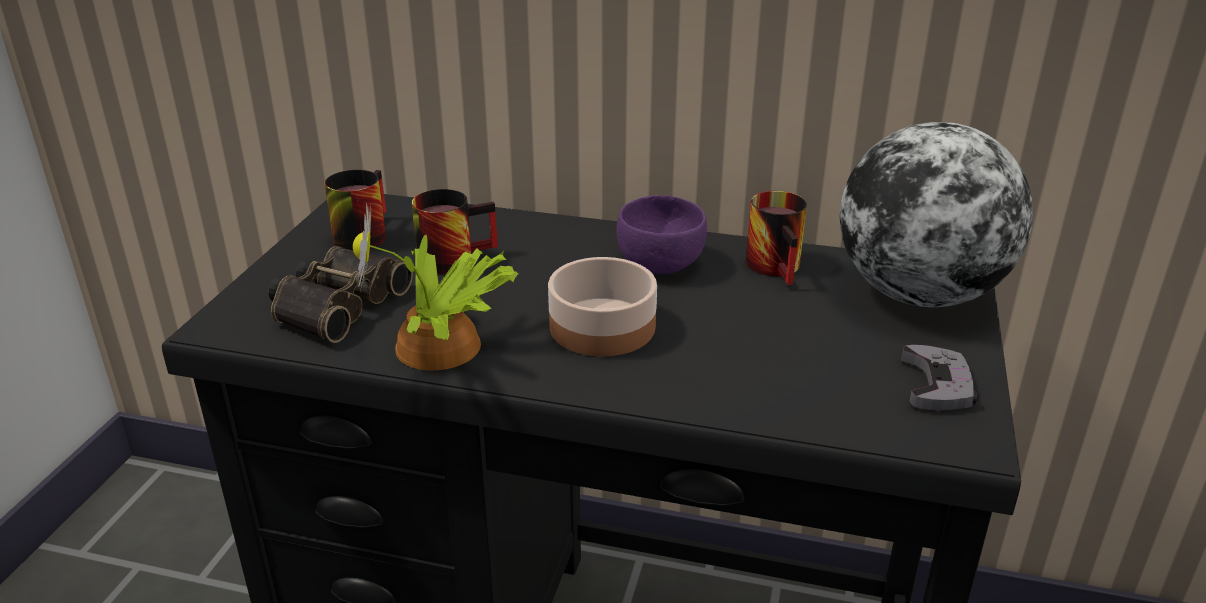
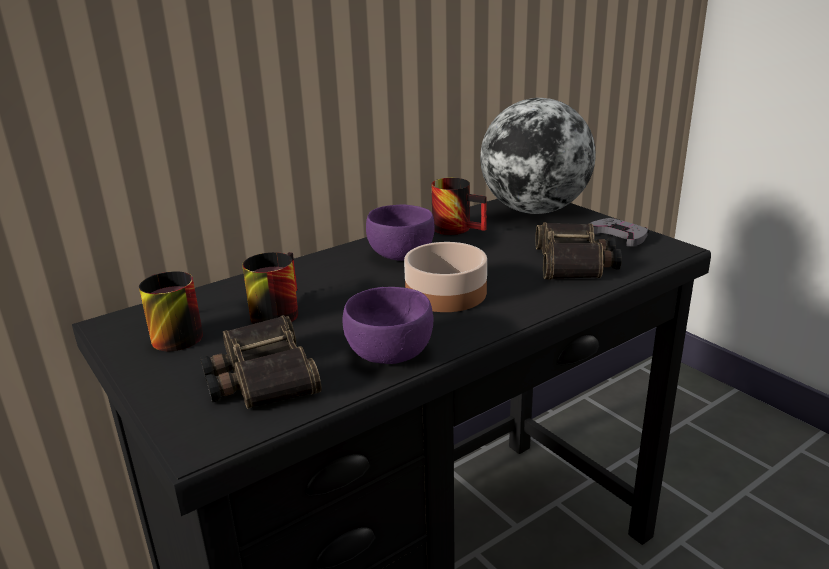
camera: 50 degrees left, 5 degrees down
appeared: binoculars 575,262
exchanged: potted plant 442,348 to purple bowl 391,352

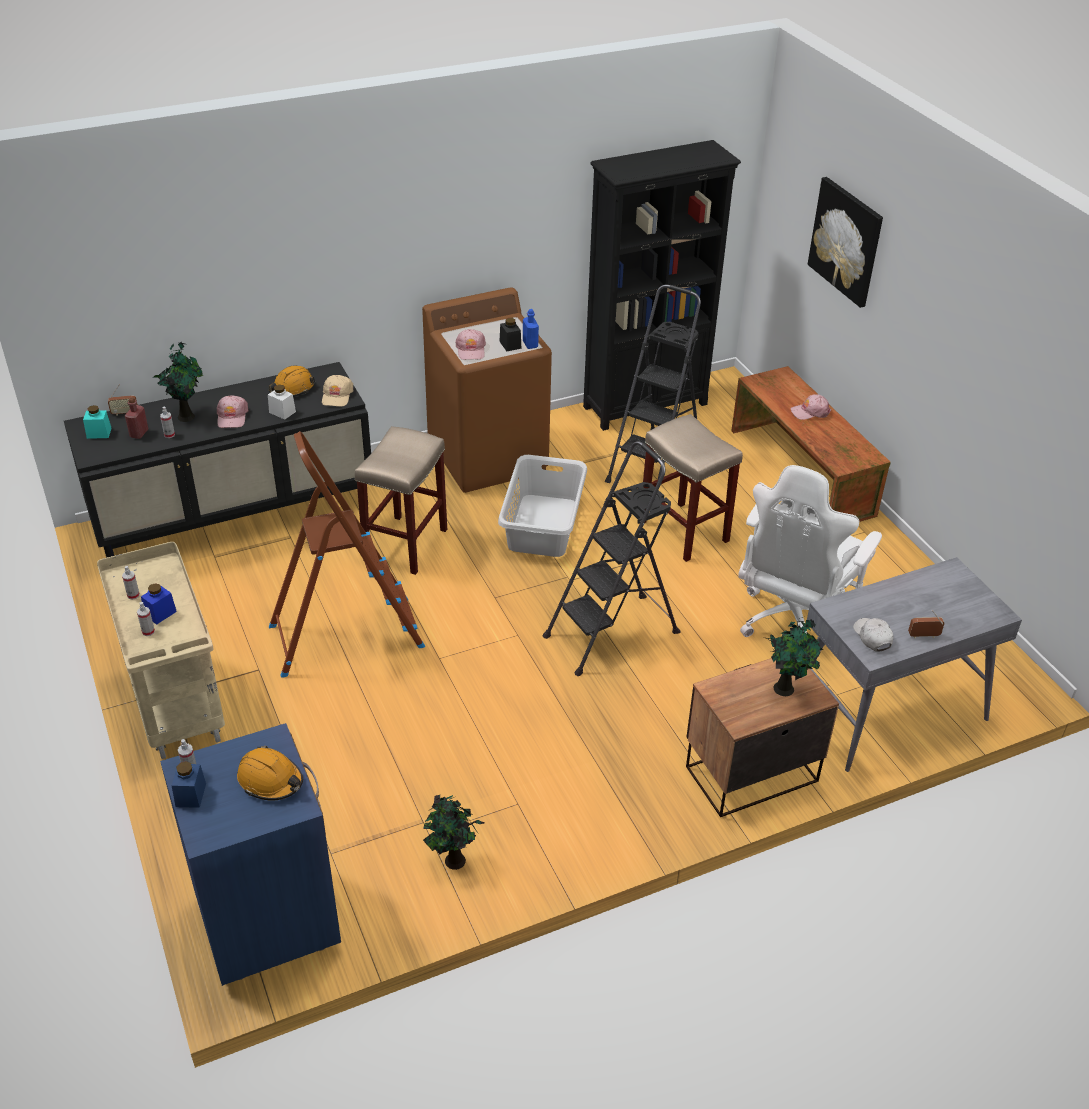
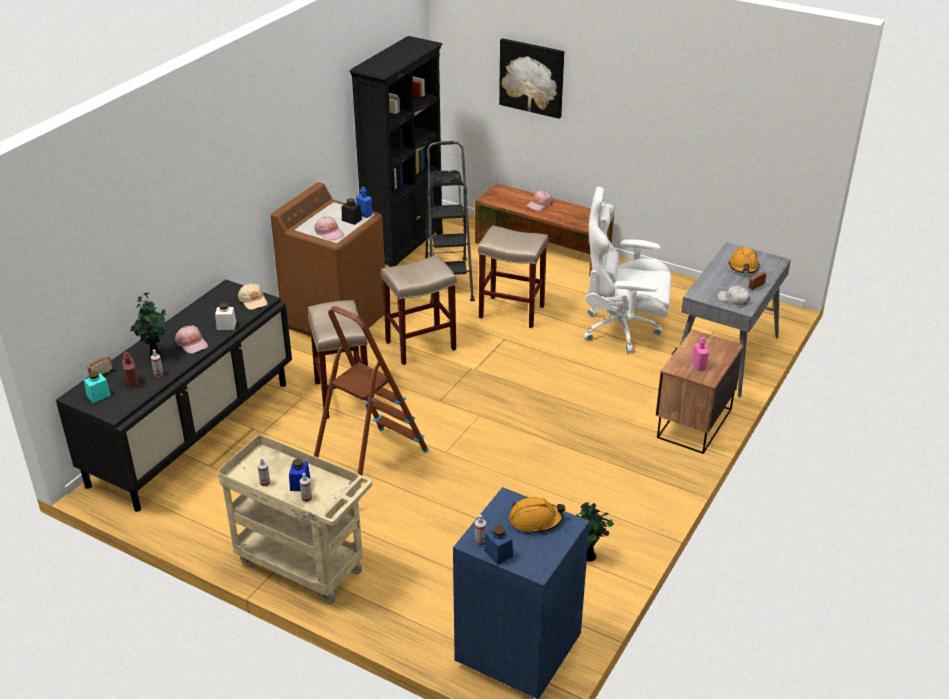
camera: 35 degrees left, 5 degrees down
missing: step ladder 613,633; potted plant 785,688
appeared: pink bottle 698,366
relocated: orange hard hat 292,389 to 743,266
exchanged: grey laundry basket 544,525 to beige stool 421,345
spun: white office chair 793,616 = 625,330 105 degrees clockwise

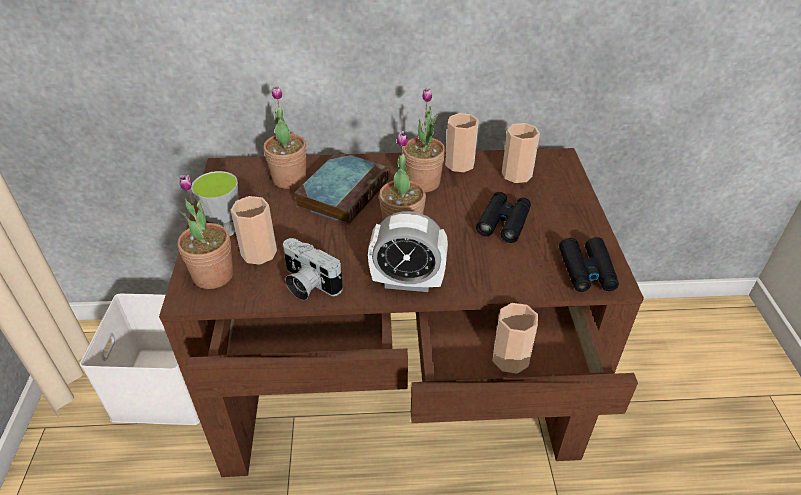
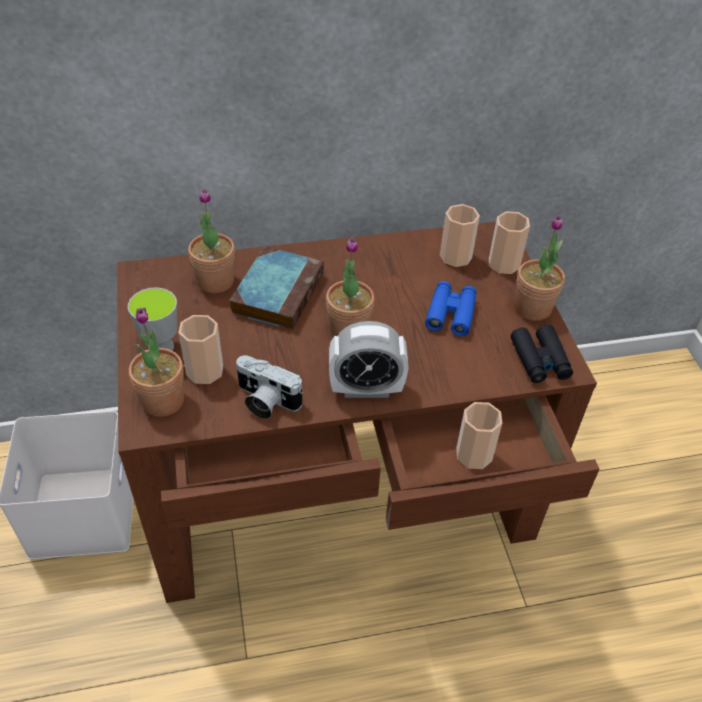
camera: 10 degrees left, 5 degrees up
relocated: potted plant 422,182 to 532,308; cup 459,164 to 504,264
colour: black binoculars 503,222 to blue binoculars 451,313

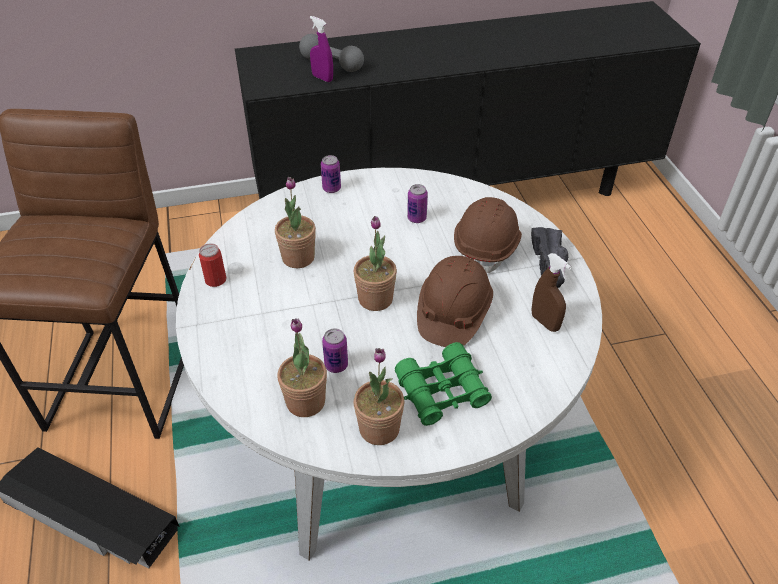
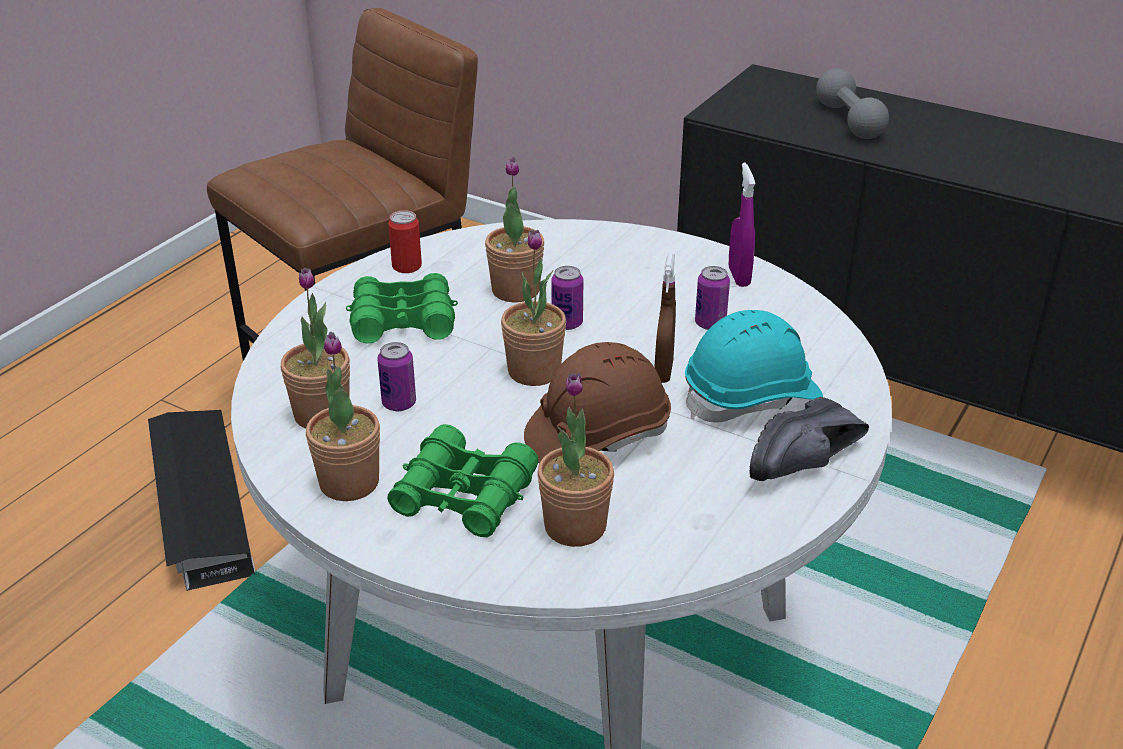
camera: 45 degrees right, 10 degrees down
appeared: green binoculars 403,321; potted plant 575,527
relocated: purple spray bottle 322,78 to 739,277; can 331,188 to 567,323; brown spray bottle 545,322 to 663,371
colour: brown hard hat 487,247 to turquoise hard hat 752,398

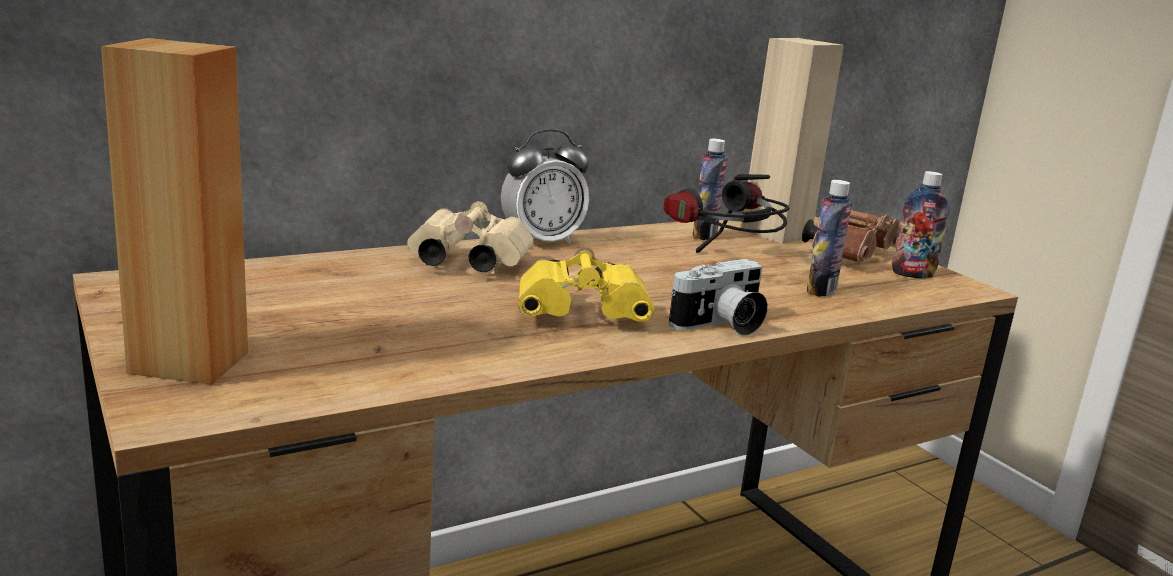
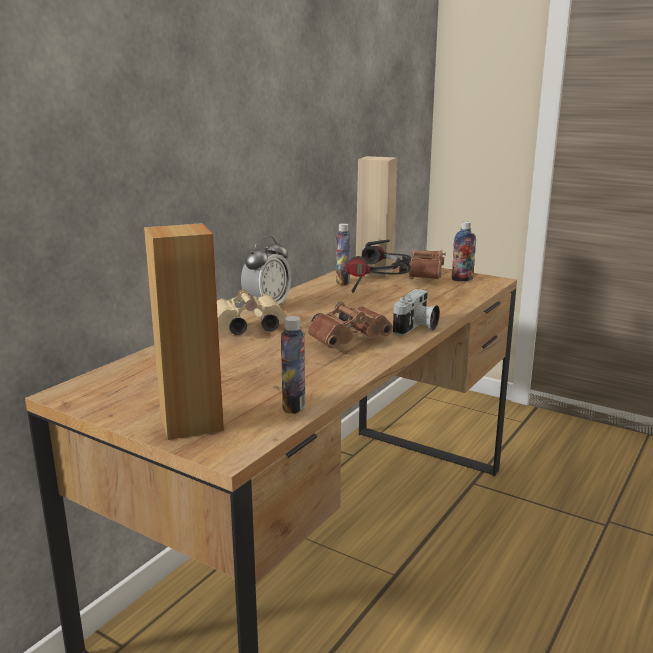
camera: 25 degrees left, 0 degrees up
relocated: bottle 821,290 to 294,406
colour: yellow binoculars 586,315 to brown binoculars 349,340

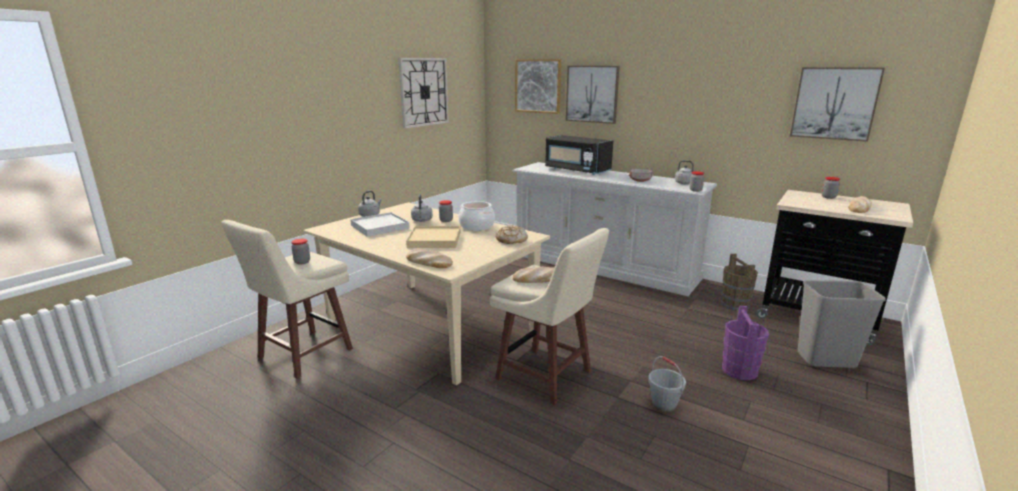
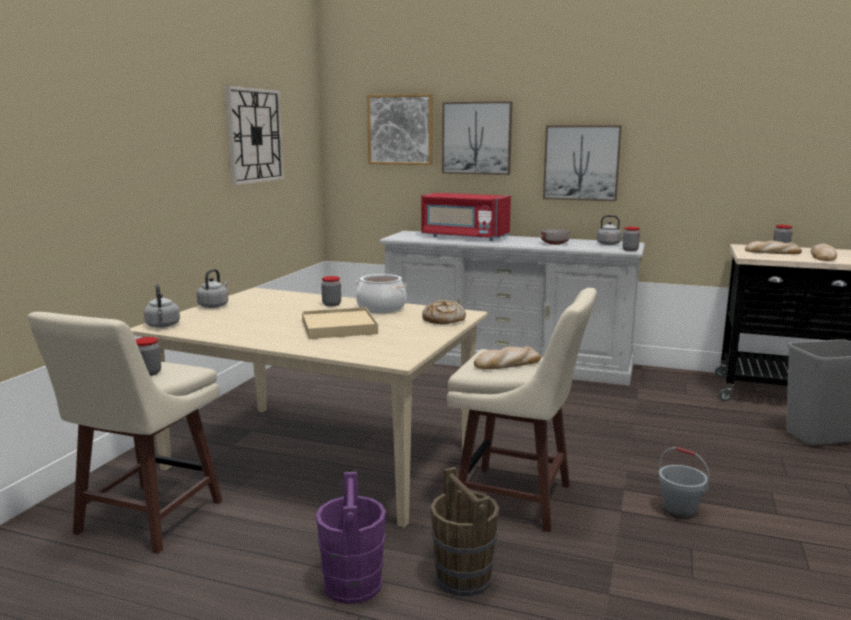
camera: 15 degrees left, 5 degrees down
missing: white tray 380,227
relocated: bread 428,262 to 772,252; grey kettle 422,220 to 163,326; brown bucket 735,304 to 463,578; purple bucket 739,370 to 352,585; picture 834,103 to 581,163
colour: black microwave 576,170 to red microwave 464,237

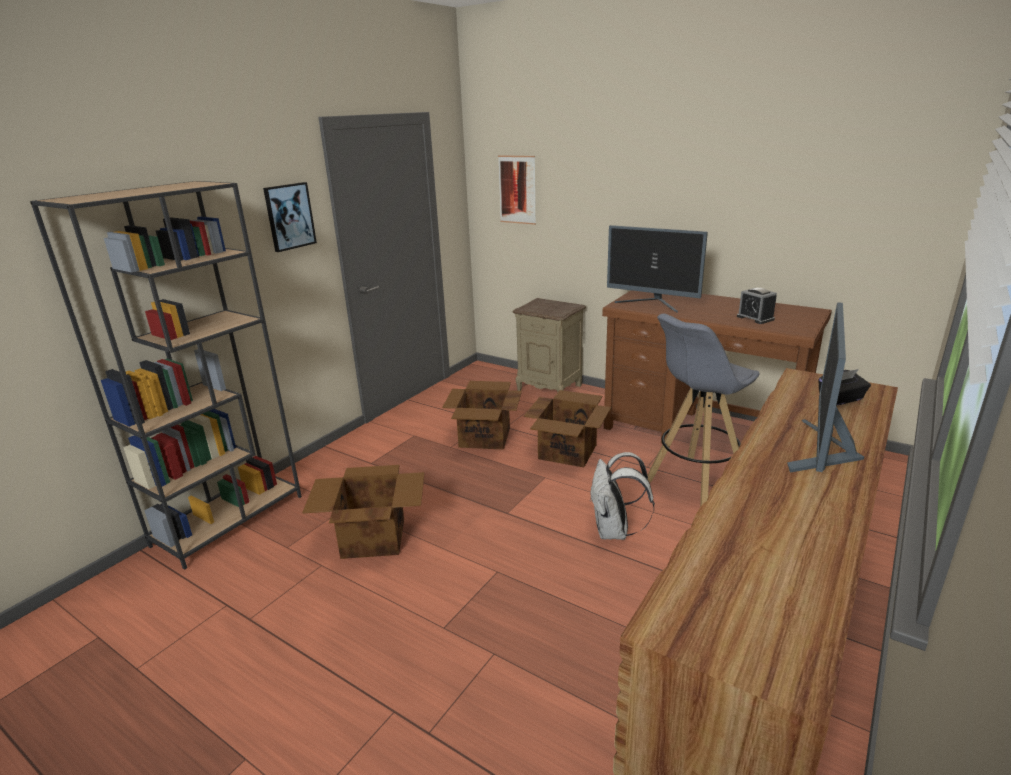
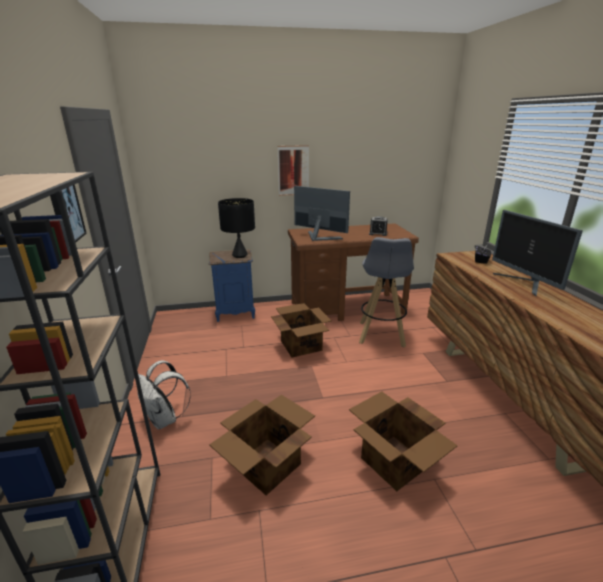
camera: 45 degrees left, 0 degrees up
appeared: black table lamp 240,256
relocated: cardboard box 484,438 to 395,462; picture 517,190 to 293,170; white backpack 614,531 to 165,419
colour: beige nightstand 549,389 to blue nightstand 235,313
spun: monitor 652,304 = 319,237 135 degrees counterclockwise

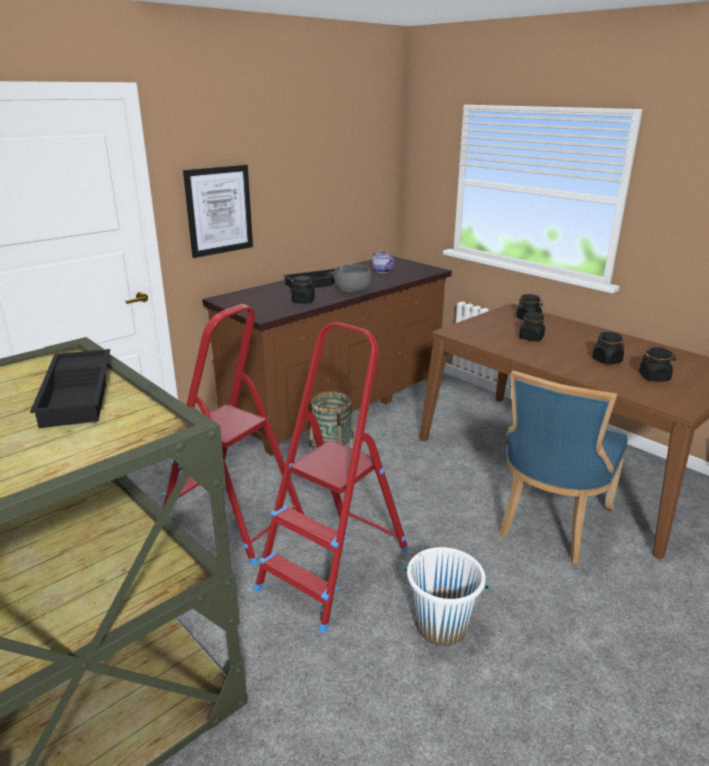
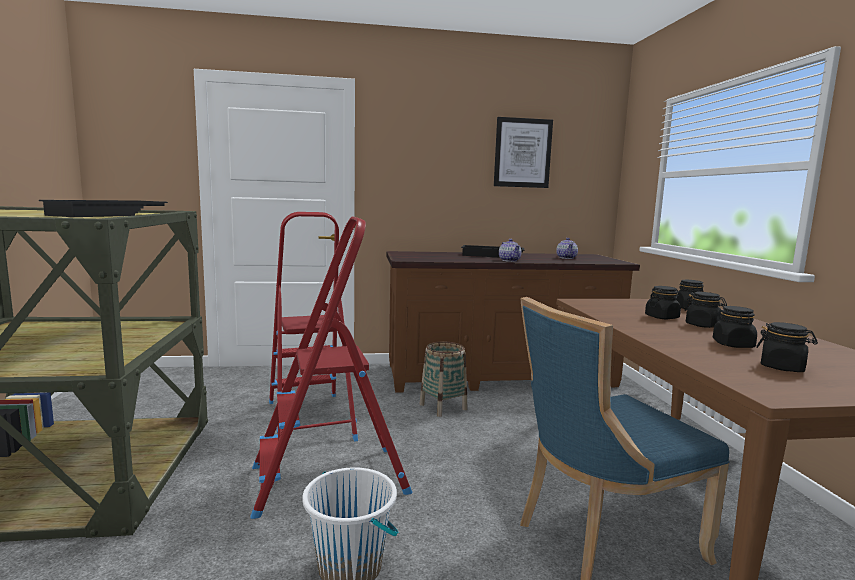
camera: 35 degrees right, 15 degrees down
relocated: picture 219,210 to 522,153; black jar 303,301 to 703,325
exchanged: grey bowl 352,291 to teapot 509,260

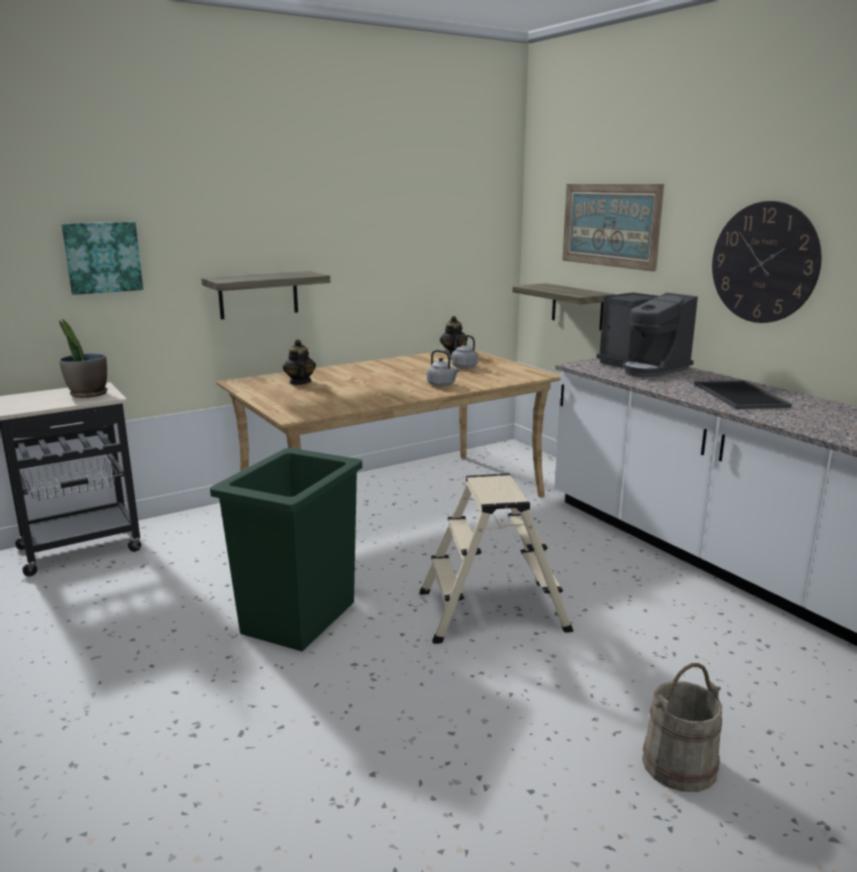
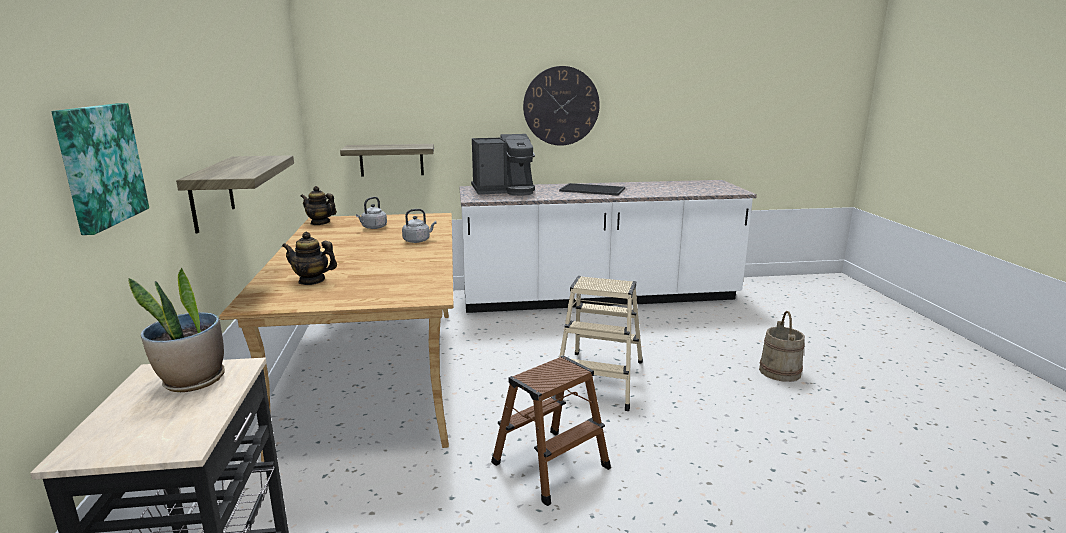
camera: 65 degrees left, 0 degrees up
missing: picture 610,225
exchanged: green trash can 297,618 to brown step ladder 550,465

